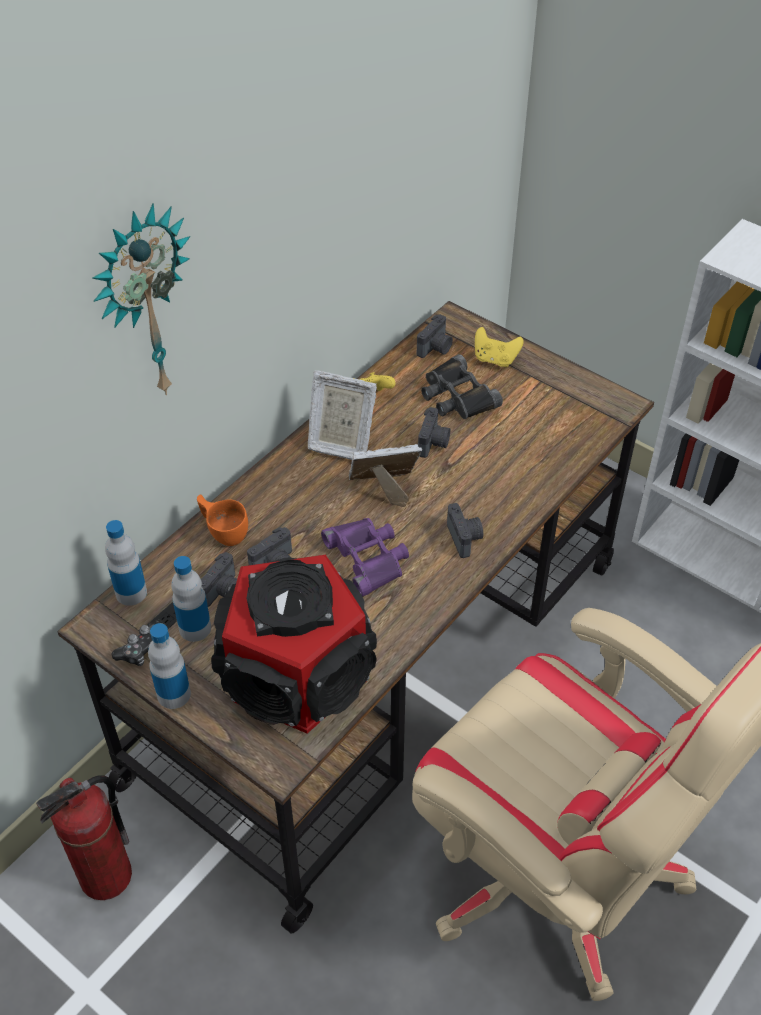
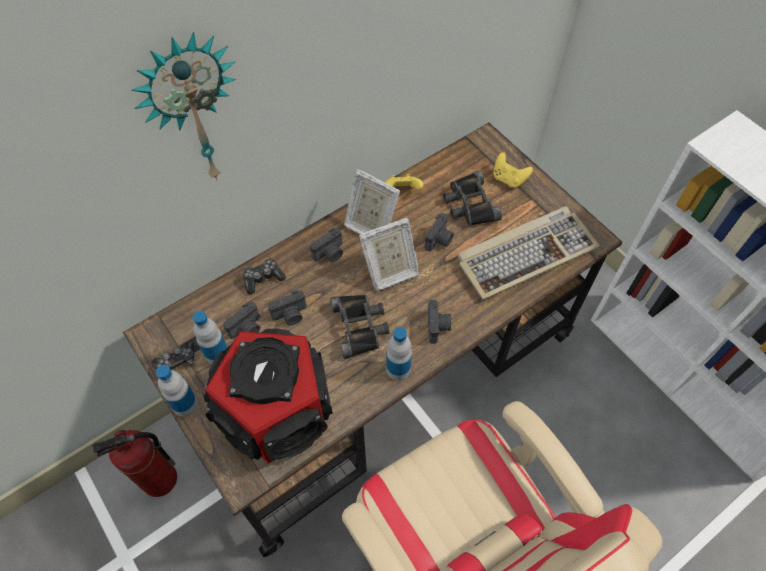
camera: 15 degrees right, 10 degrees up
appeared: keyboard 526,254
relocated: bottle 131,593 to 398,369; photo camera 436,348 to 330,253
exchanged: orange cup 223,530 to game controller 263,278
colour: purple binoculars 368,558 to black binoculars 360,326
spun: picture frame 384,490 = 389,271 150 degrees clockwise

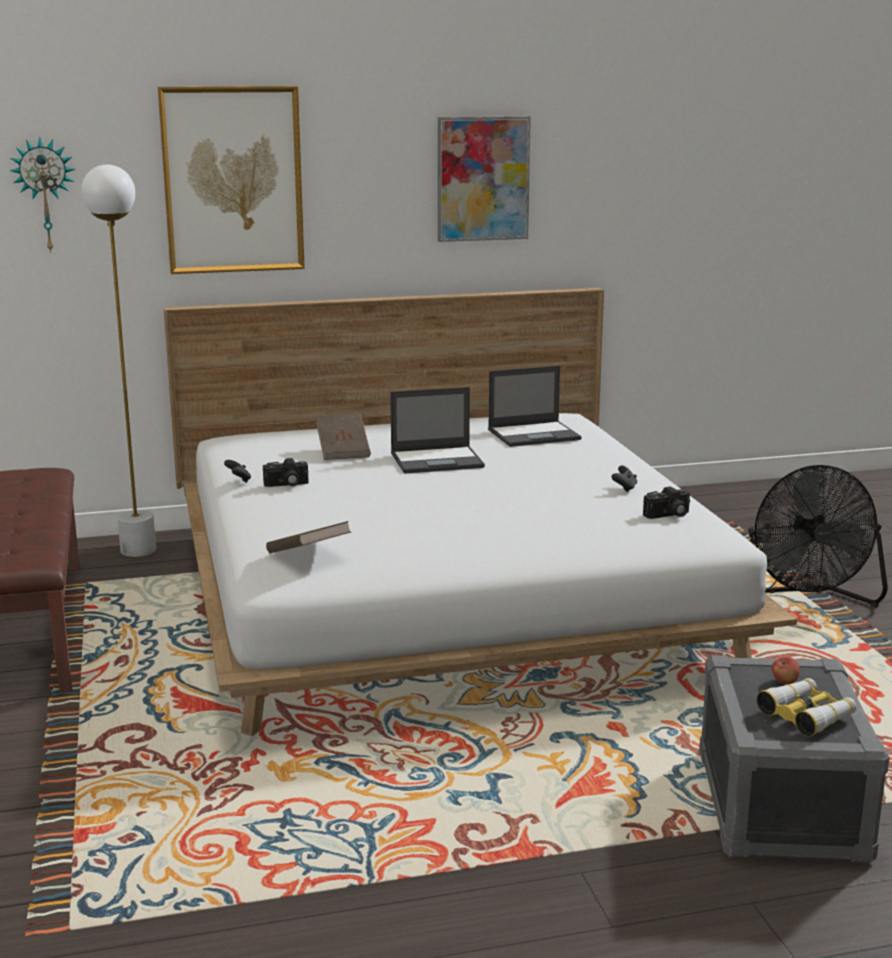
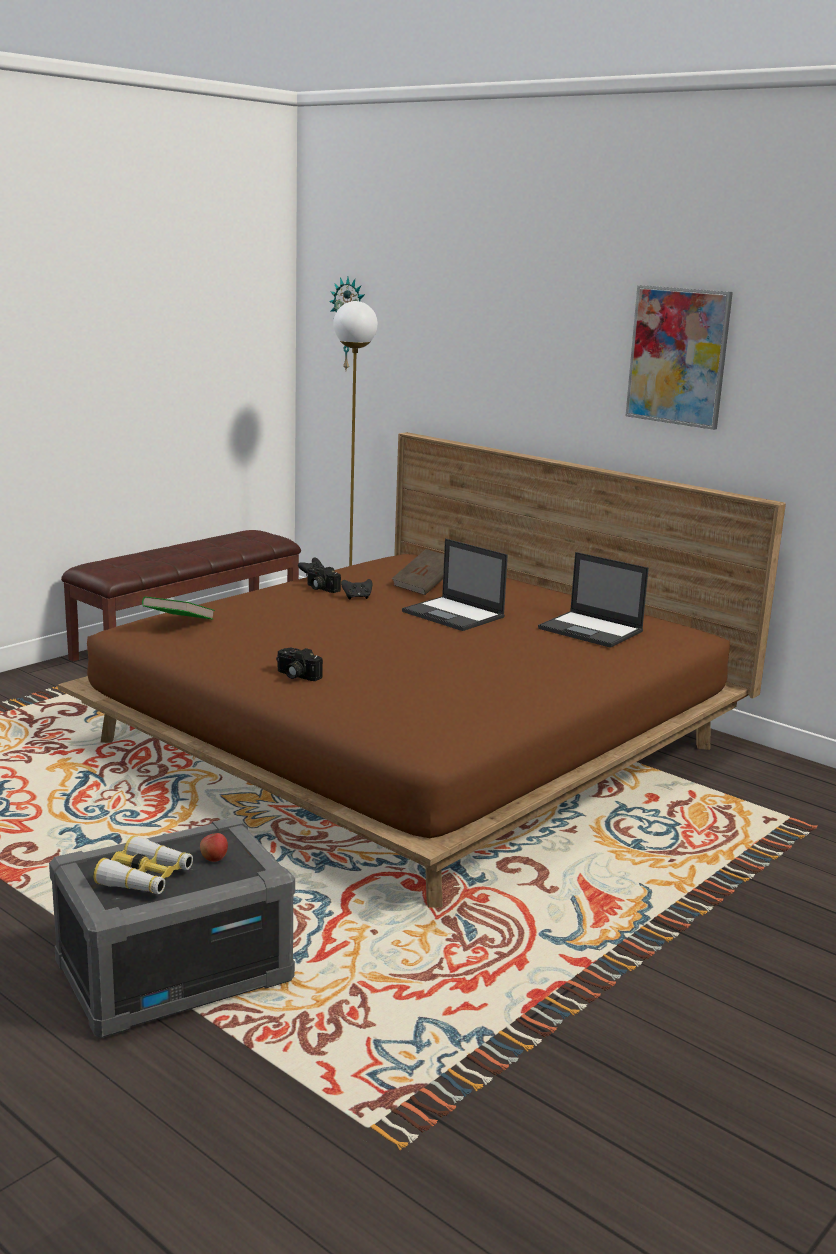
camera: 55 degrees right, 0 degrees up
missing: picture 233,180; black fan 798,599
relocated: black game controller 624,488 to 357,598; photo camera 668,515 to 296,676
colour: white bed 446,598 to brown bed 413,744; brown book 308,556 to green book 179,624

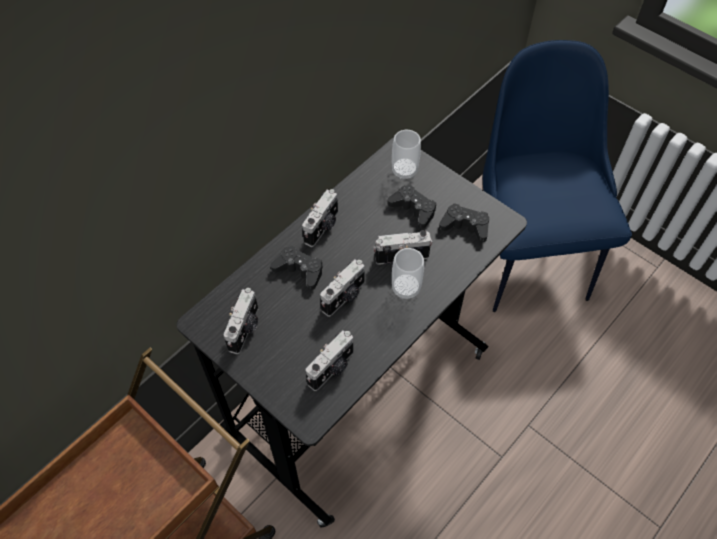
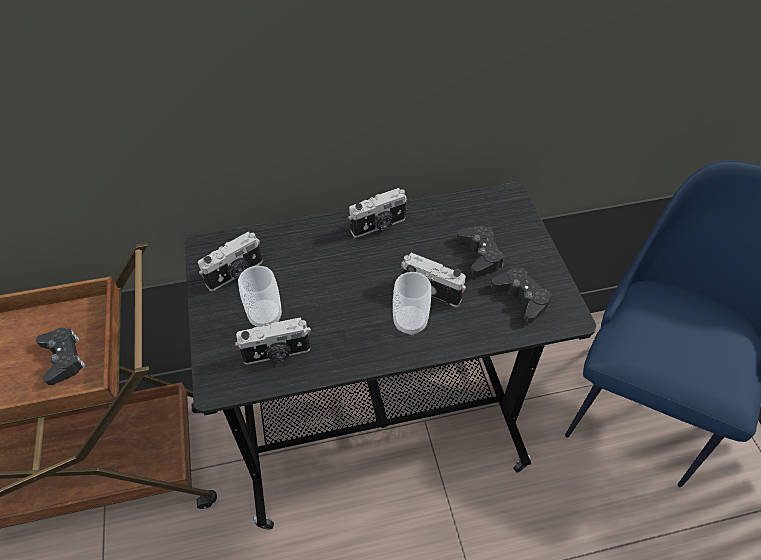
camera: 35 degrees right, 5 degrees down
missing: photo camera 344,297
relocated: black game controller 299,270 to 63,358; cup 404,171 to 265,316

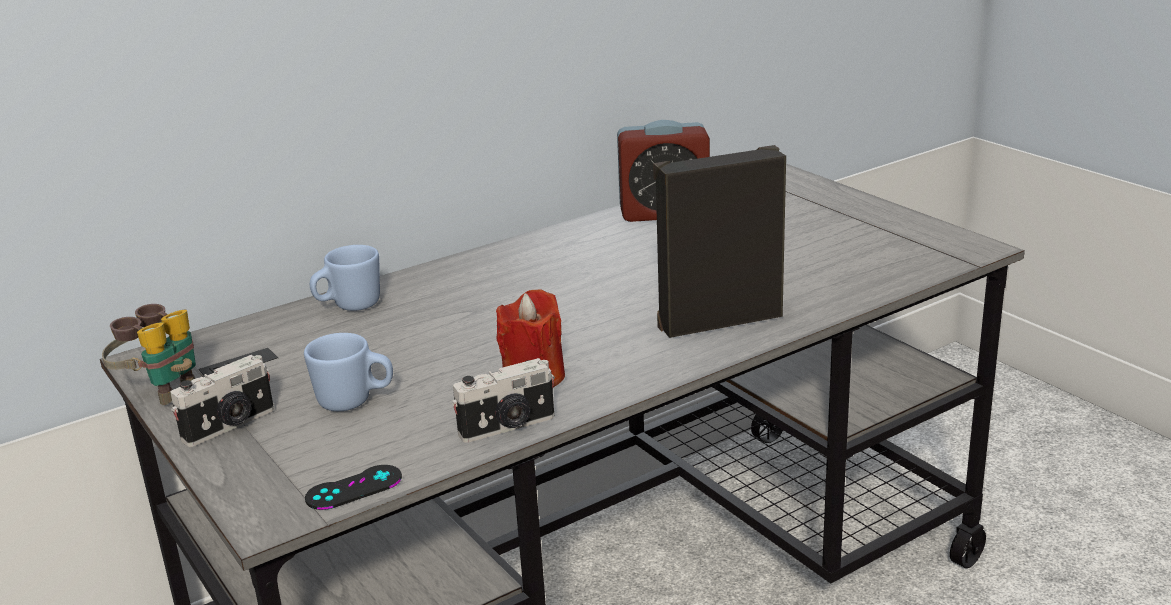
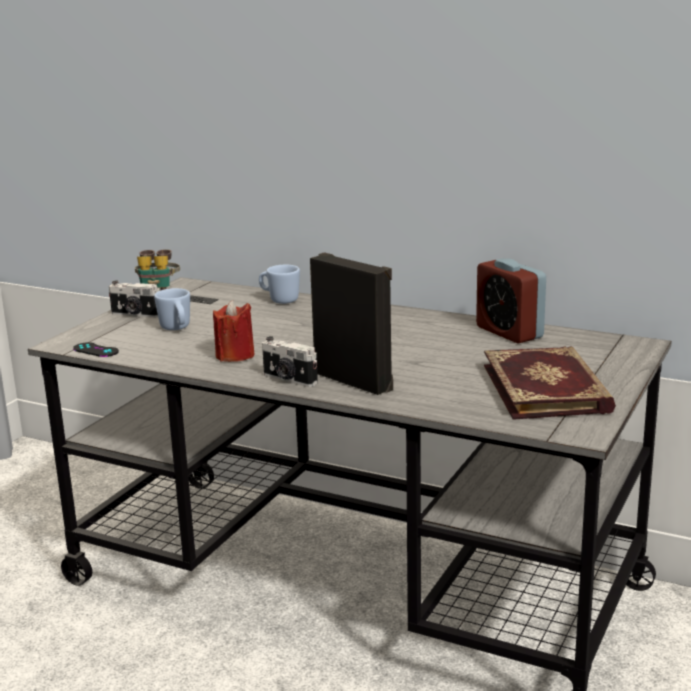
camera: 60 degrees right, 5 degrees down
appeared: book 547,388
relocated: photo camera 508,427 to 289,379

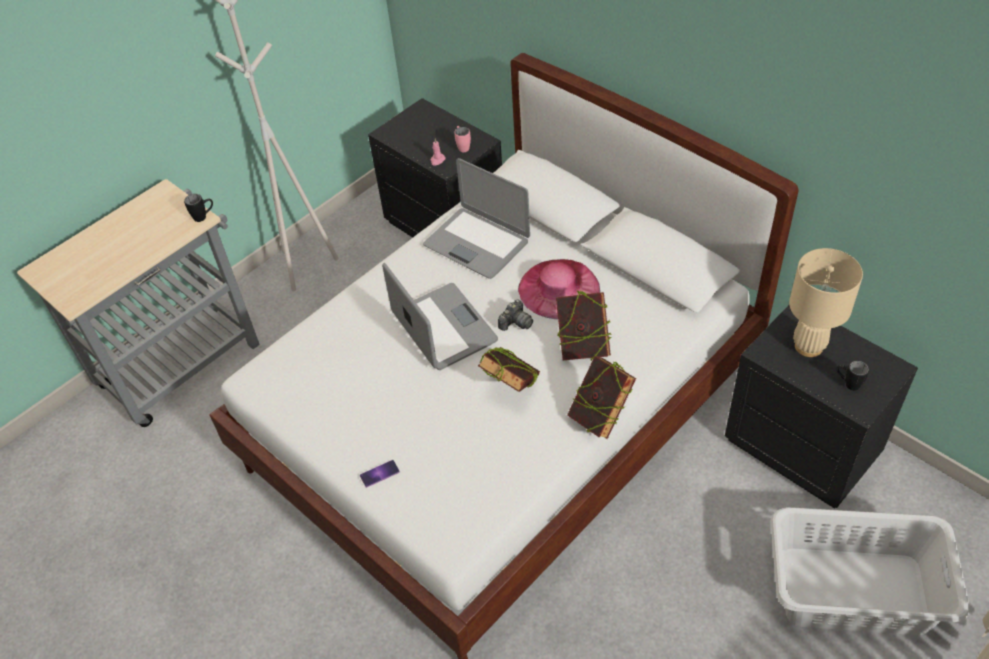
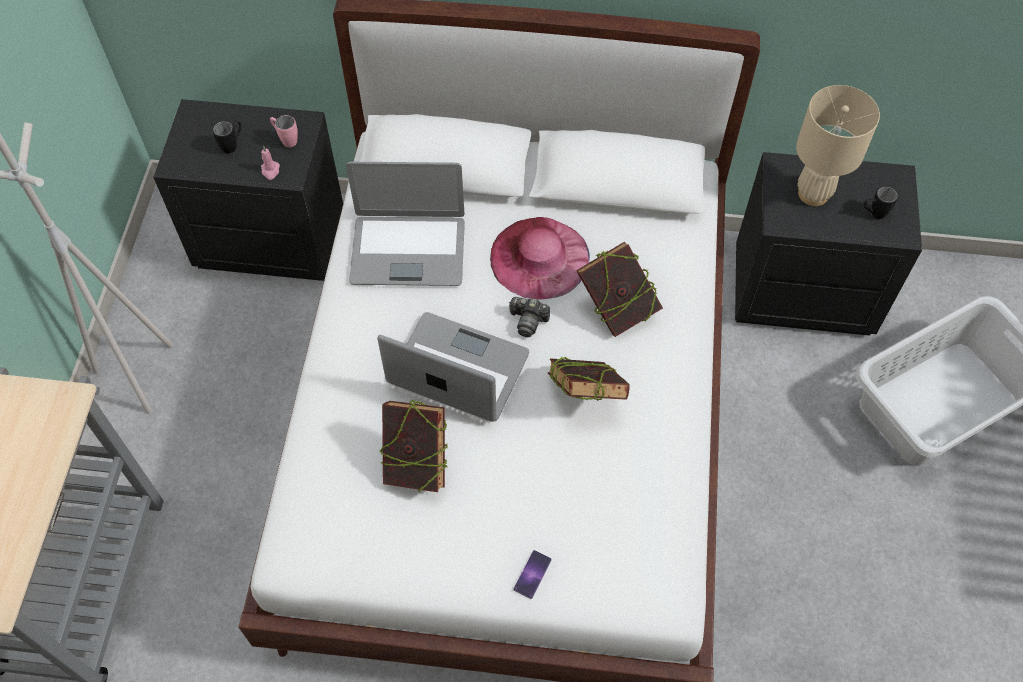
camera: 40 degrees left, 10 degrees up
relocated: black mug 204,217 to 233,145; book 600,416 to 416,463
spun: photo camera 515,323 = 528,321 105 degrees clockwise

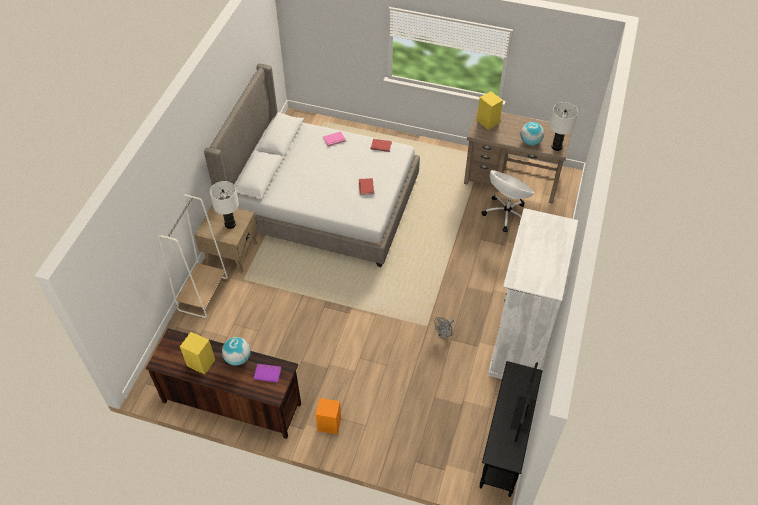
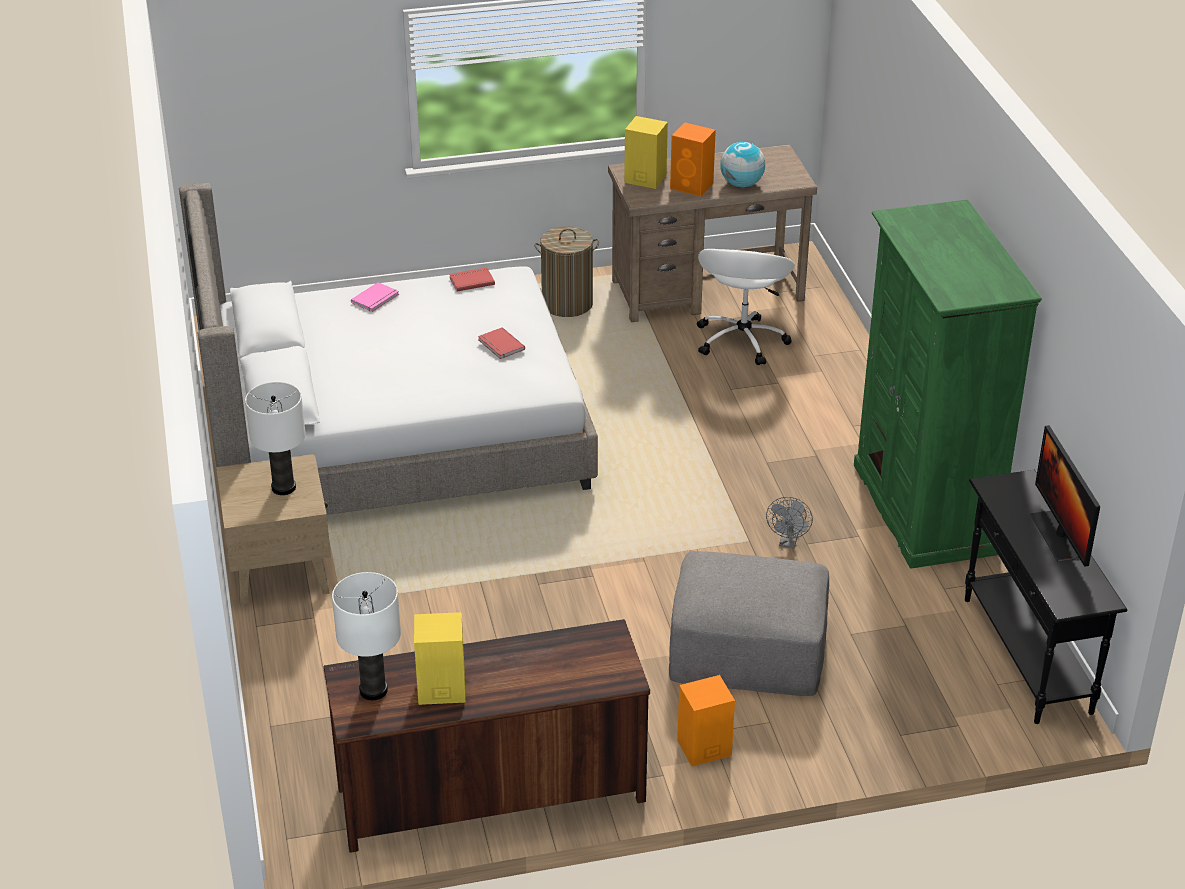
camera: 30 degrees left, 15 degrees down
missing: clothes rack 203,294; globe 238,358; purple book 267,373
appeared: laundry basket 567,304; grey ottoman 748,649; orange speaker 692,186
relocated: white table lamp 556,147 to 374,690
colour: white wardrobe 518,345 to green wardrobe 923,509

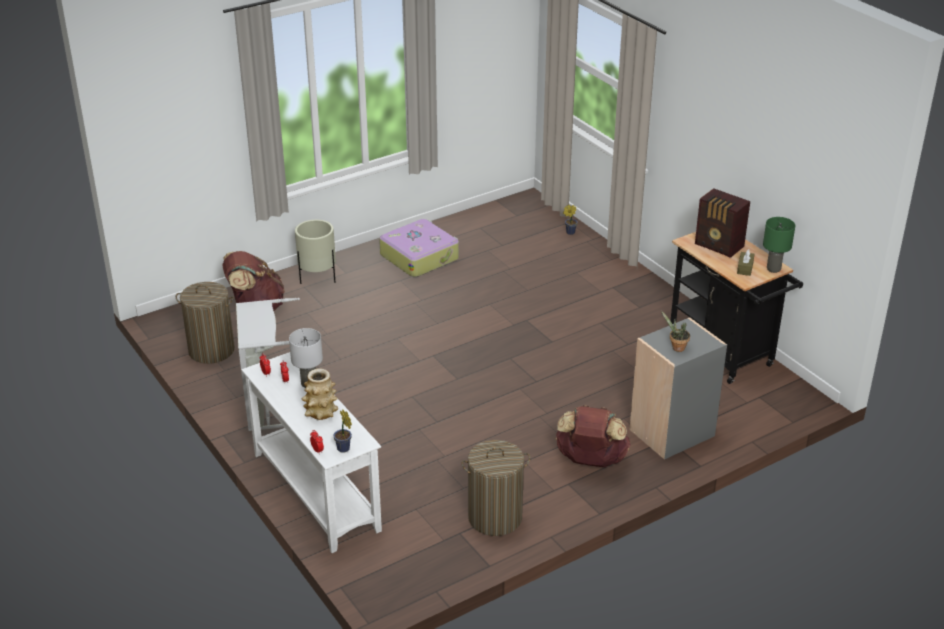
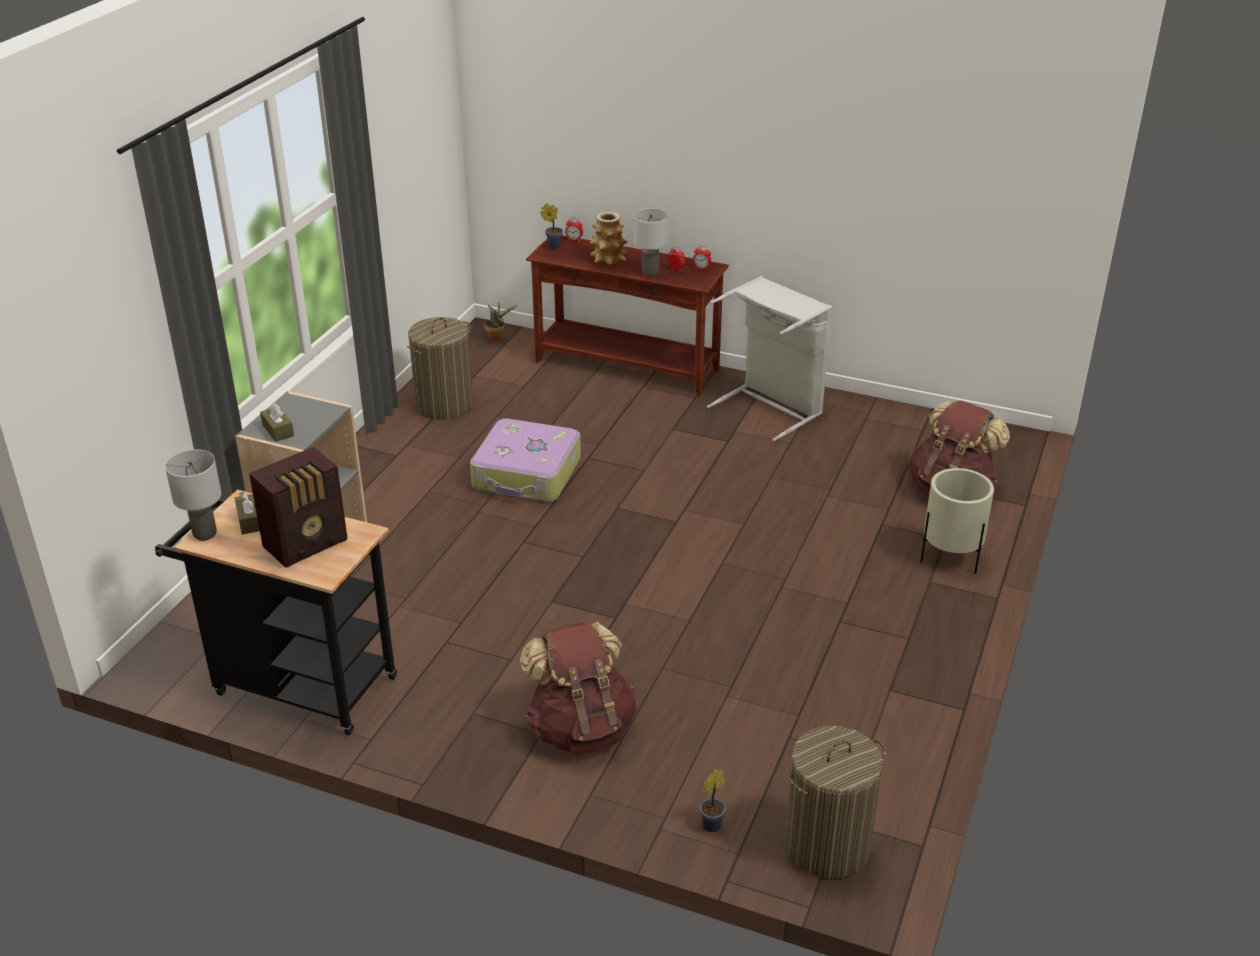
camera: 145 degrees right, 0 degrees up
appeared: brown tissue box 278,430
relocated: laundry basket 211,350 to 826,846; suitcase 419,256 to 527,474; brown backpack 591,461 to 581,728; potted plant 676,348 to 497,338
colour: white console table 315,492 to brown console table 628,365; green table lamp 772,269 to white table lamp 206,534
spun: radio 719,246 = 307,544 135 degrees clockwise

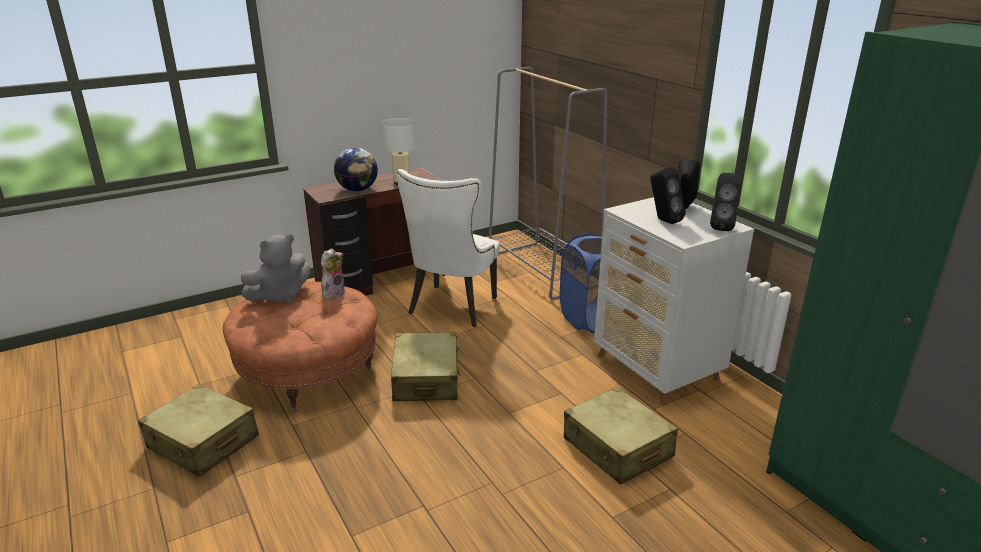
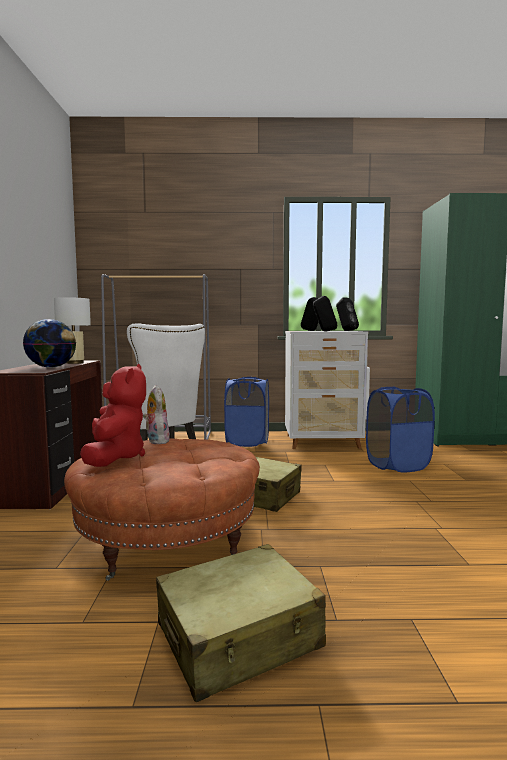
camera: 60 degrees left, 20 degrees down
exchanged: beige suitcase 617,448 to blue laundry basket 397,465
colour: grey plush toy 280,296 to red plush toy 115,457

